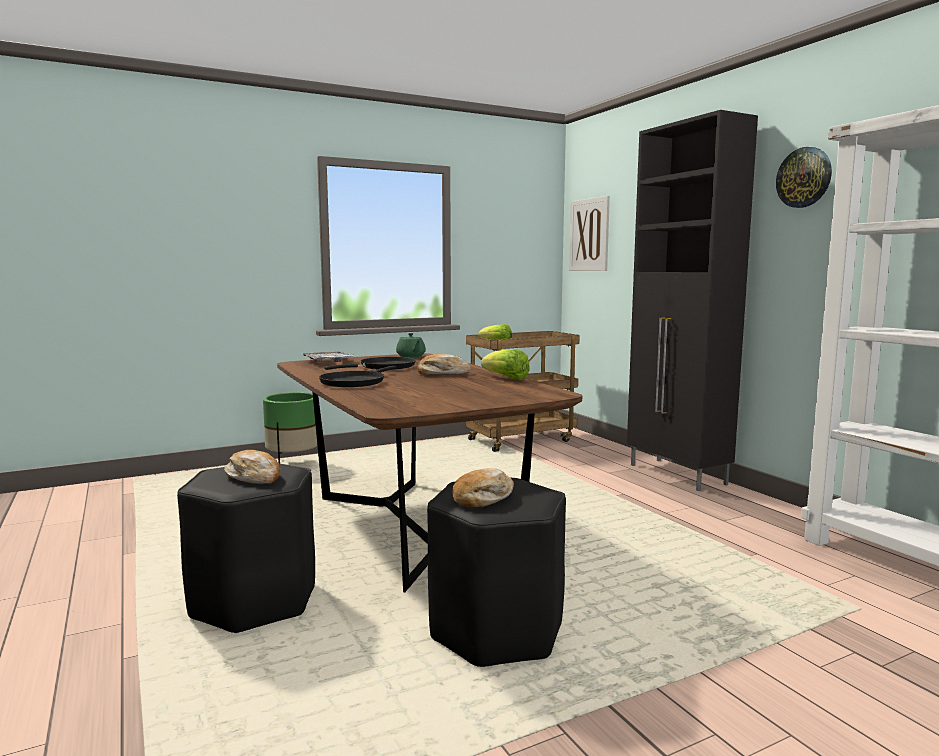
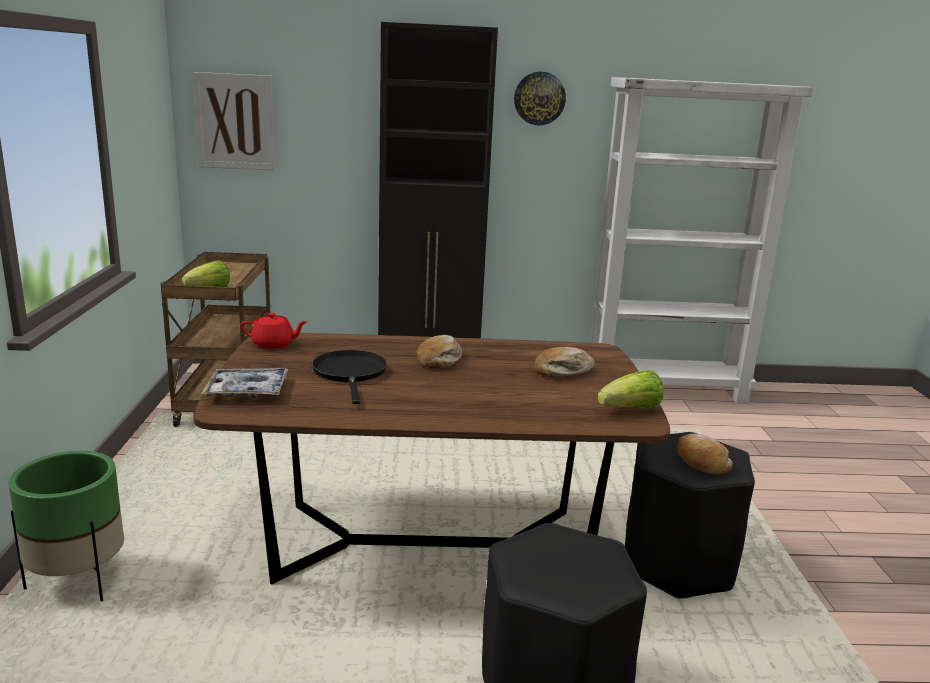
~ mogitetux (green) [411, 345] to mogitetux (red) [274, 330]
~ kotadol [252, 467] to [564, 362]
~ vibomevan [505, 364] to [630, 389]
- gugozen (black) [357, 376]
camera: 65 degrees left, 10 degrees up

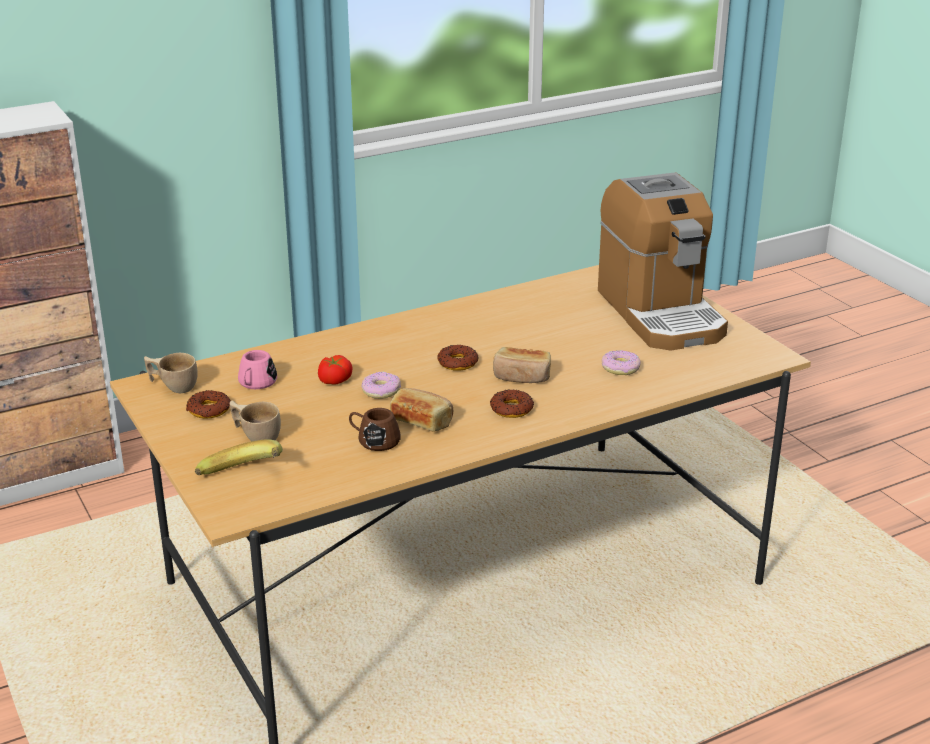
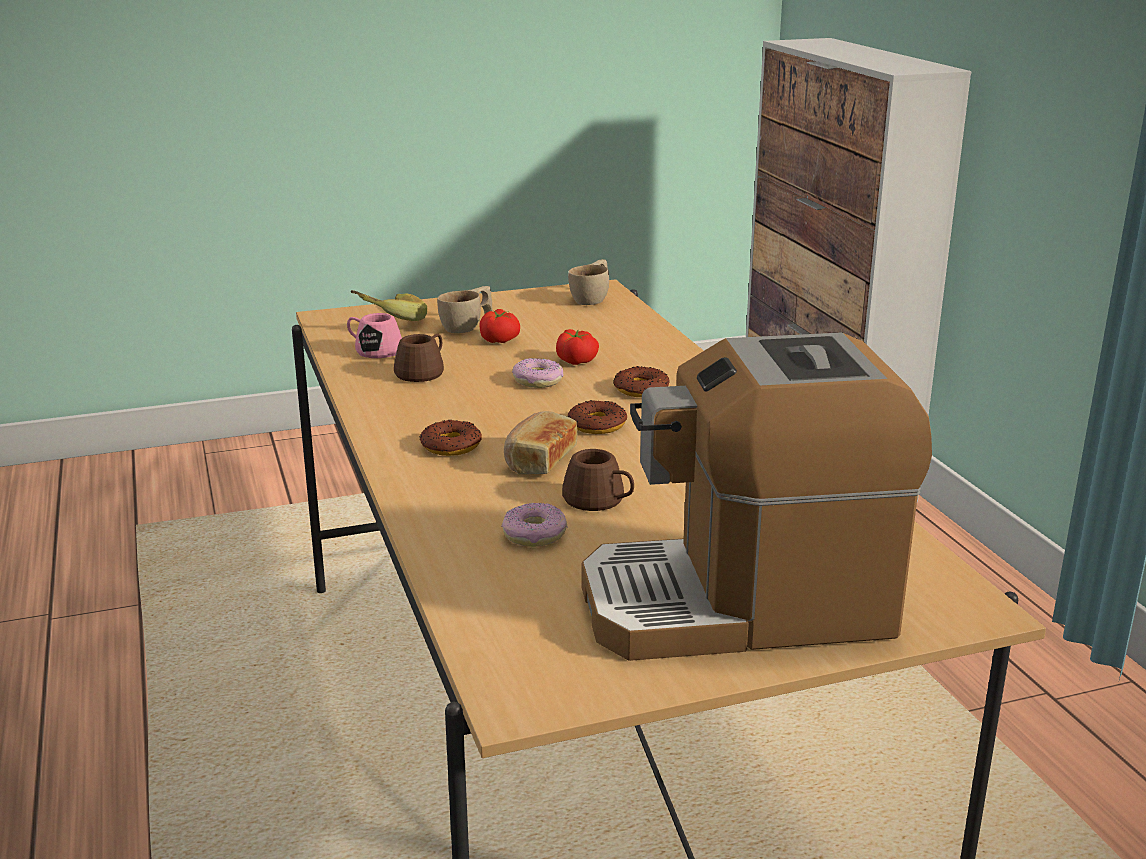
~ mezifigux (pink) [257, 369] to [374, 335]
+ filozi [499, 326]
+ mezifigux (brown) [598, 480]
~ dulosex [208, 404] to [641, 381]
- kotadol [421, 410]
camera: 100 degrees right, 5 degrees down

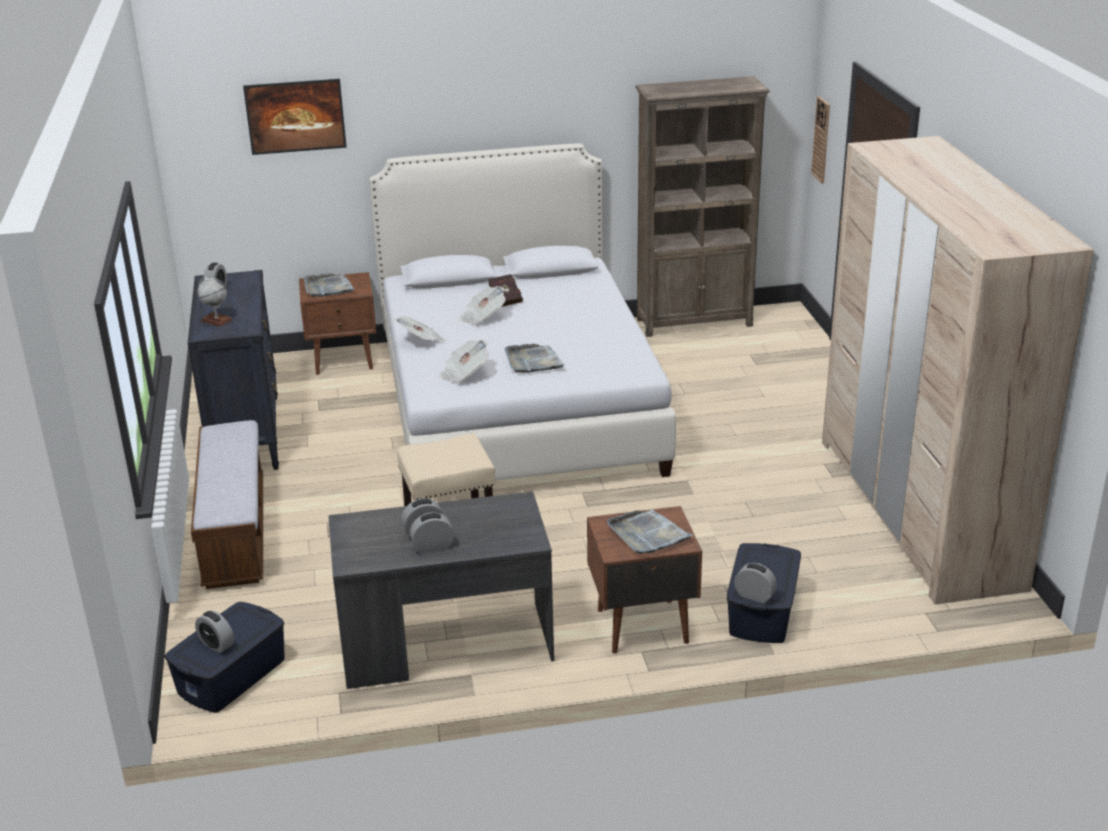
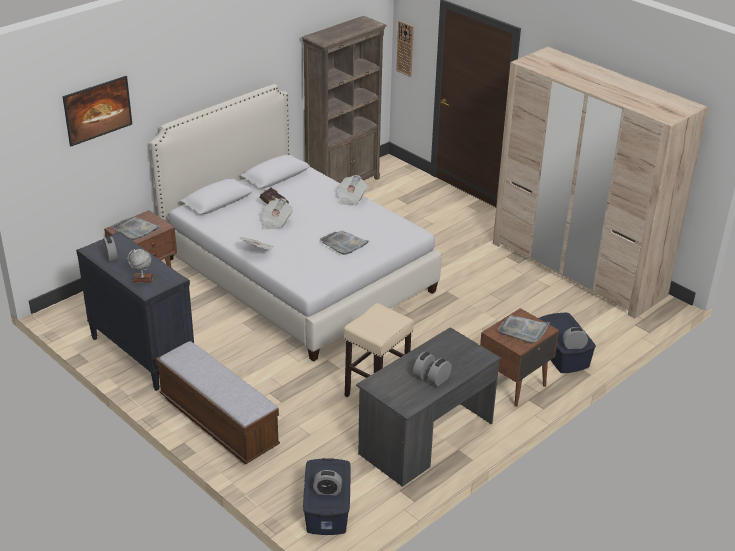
~ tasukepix [464, 361] to [352, 190]
camera: 35 degrees left, 5 degrees up

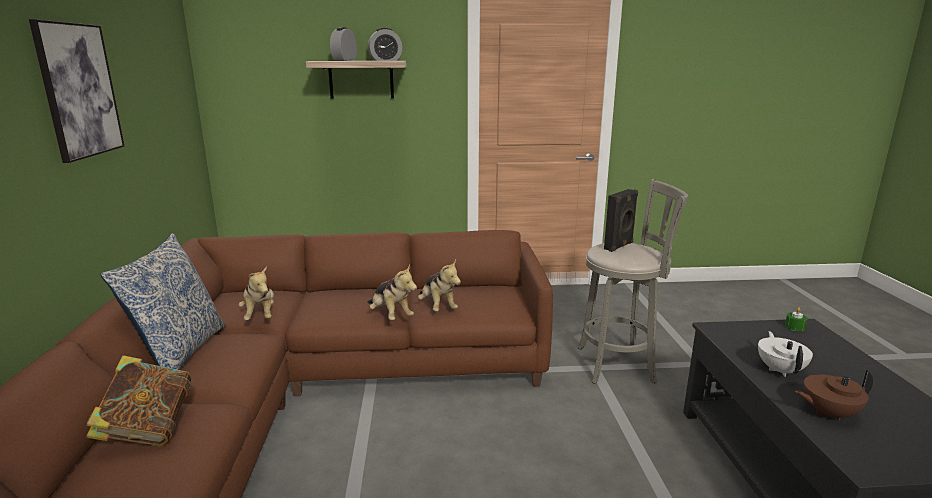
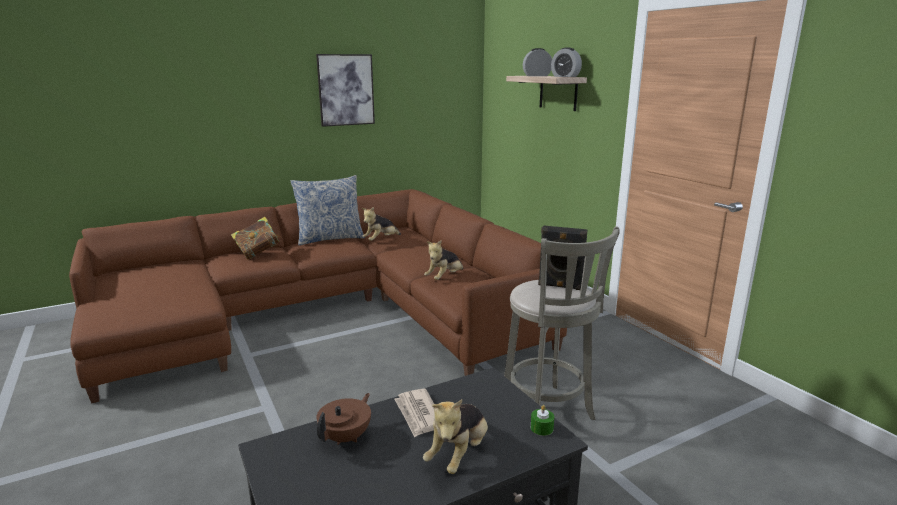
~ mogitetux (brown) [834, 395] = [343, 419] 60 degrees clockwise
~ mogitetux (white) [785, 354] to tasukepix [414, 413]
~ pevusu [392, 292] to [455, 436]
camera: 65 degrees right, 0 degrees up

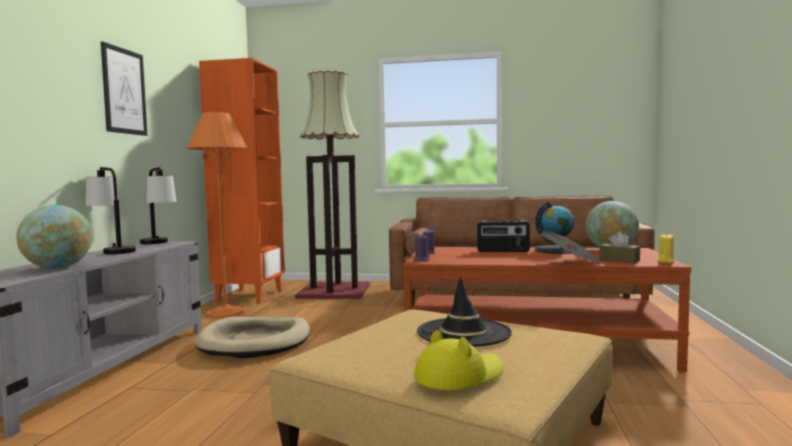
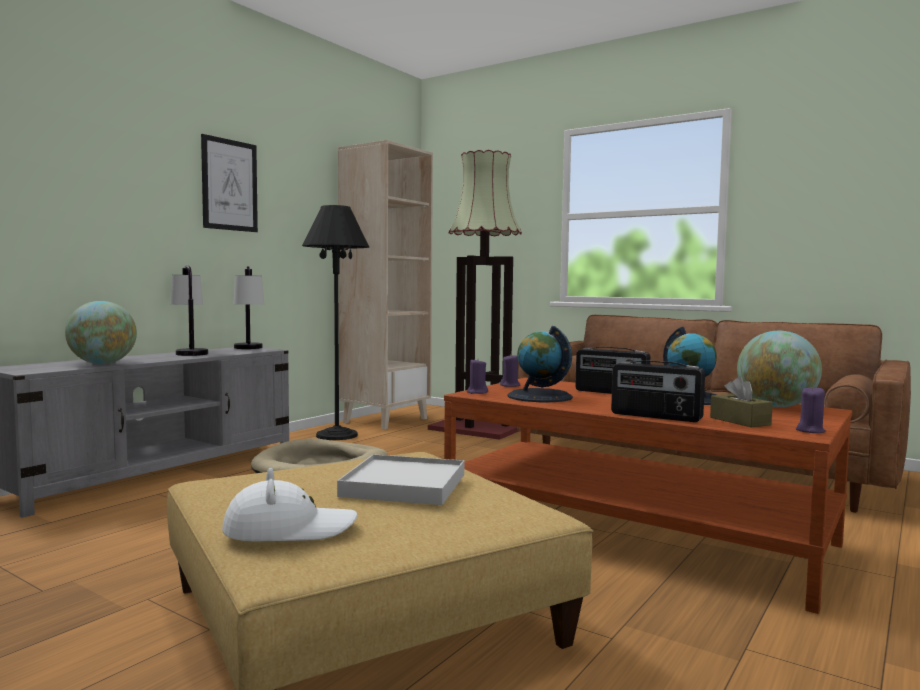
~ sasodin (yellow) [459, 360] to sasodin (white) [289, 504]
~ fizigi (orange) [217, 215] to fizigi (black) [335, 322]
~ sasodin (black) [464, 311] to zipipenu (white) [400, 479]
~ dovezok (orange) [242, 180] to dovezok (beige) [385, 285]
+ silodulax [540, 364]
~ tasukepix [572, 246] to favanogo [658, 391]
~ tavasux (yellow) [666, 248] to tavasux (purple) [811, 409]
camera: 25 degrees right, 0 degrees up

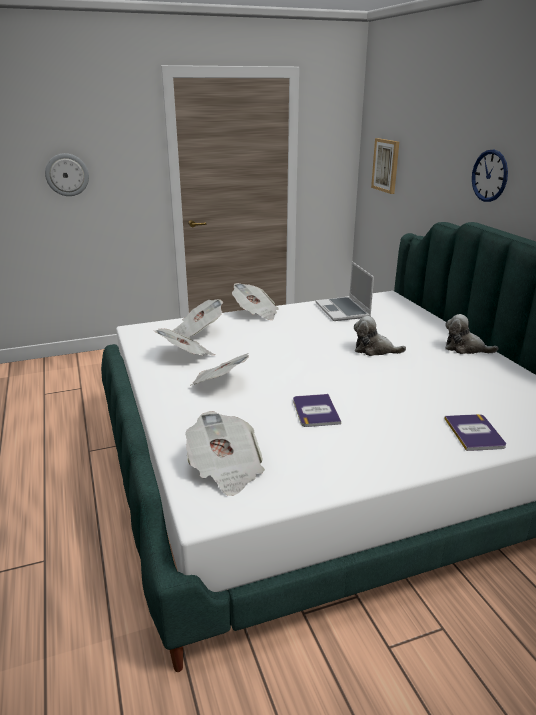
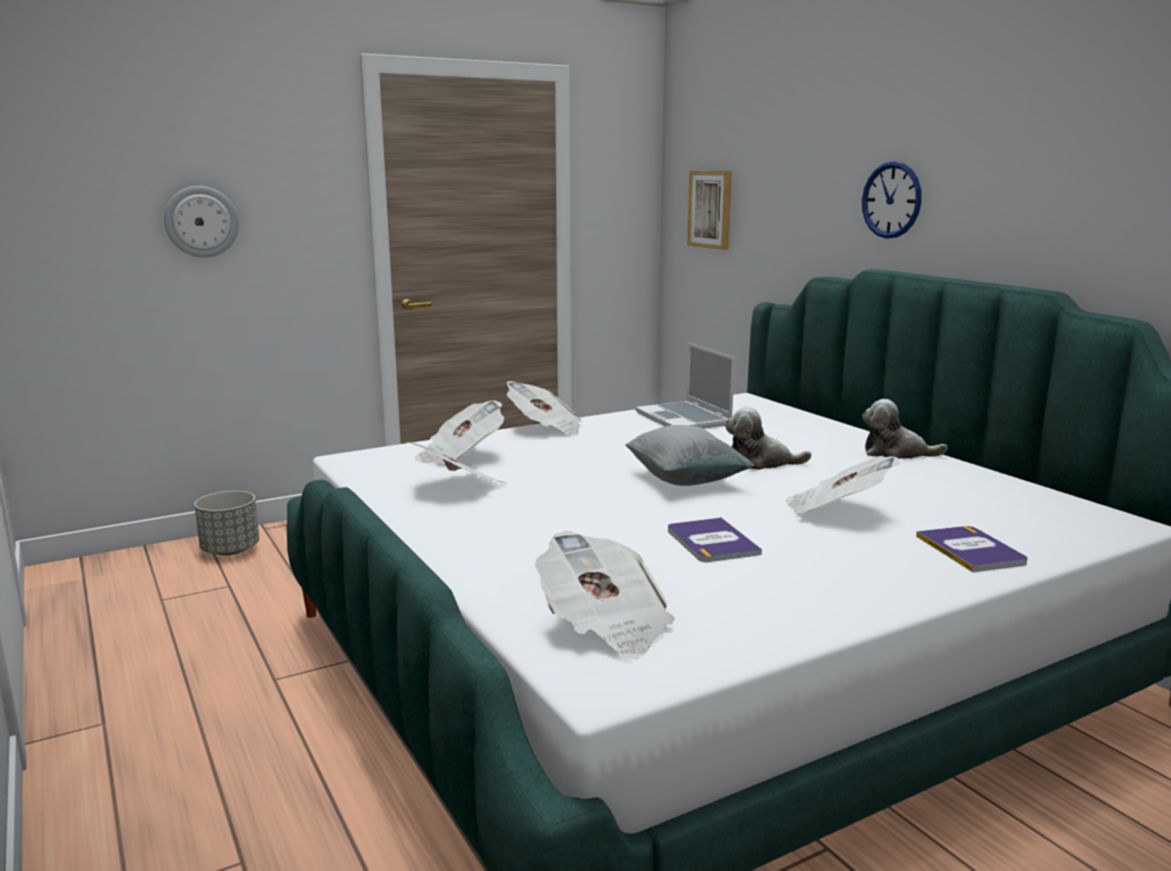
+ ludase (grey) [226, 523]
+ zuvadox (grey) [689, 455]
~ tasukepix [219, 369] to [842, 485]
camera: 10 degrees left, 10 degrees down

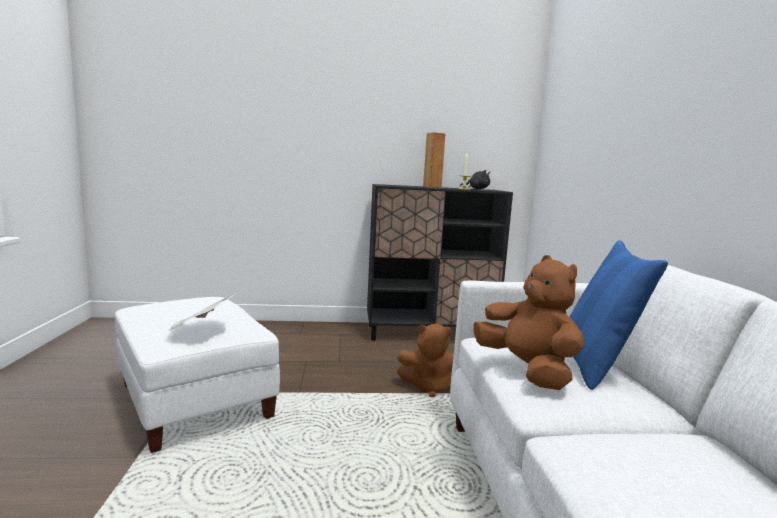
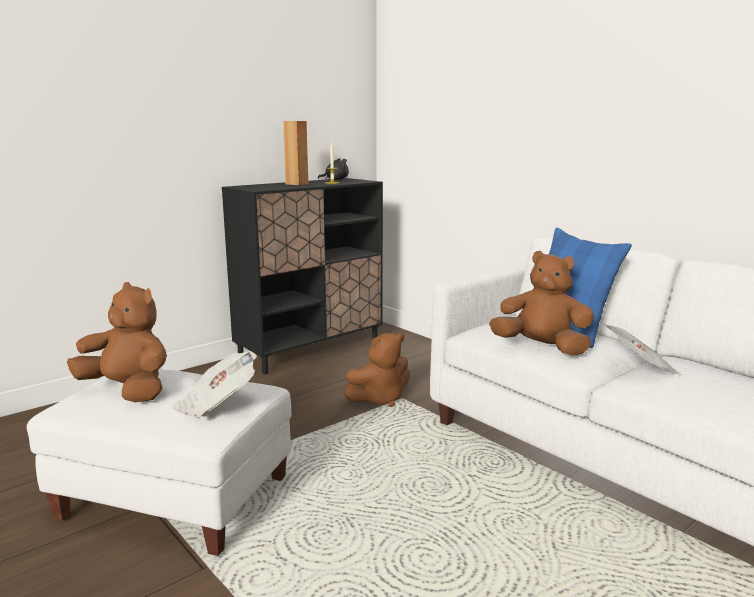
+ pevusu (brown) [117, 342]
+ tasukepix [643, 349]
camera: 35 degrees left, 5 degrees up

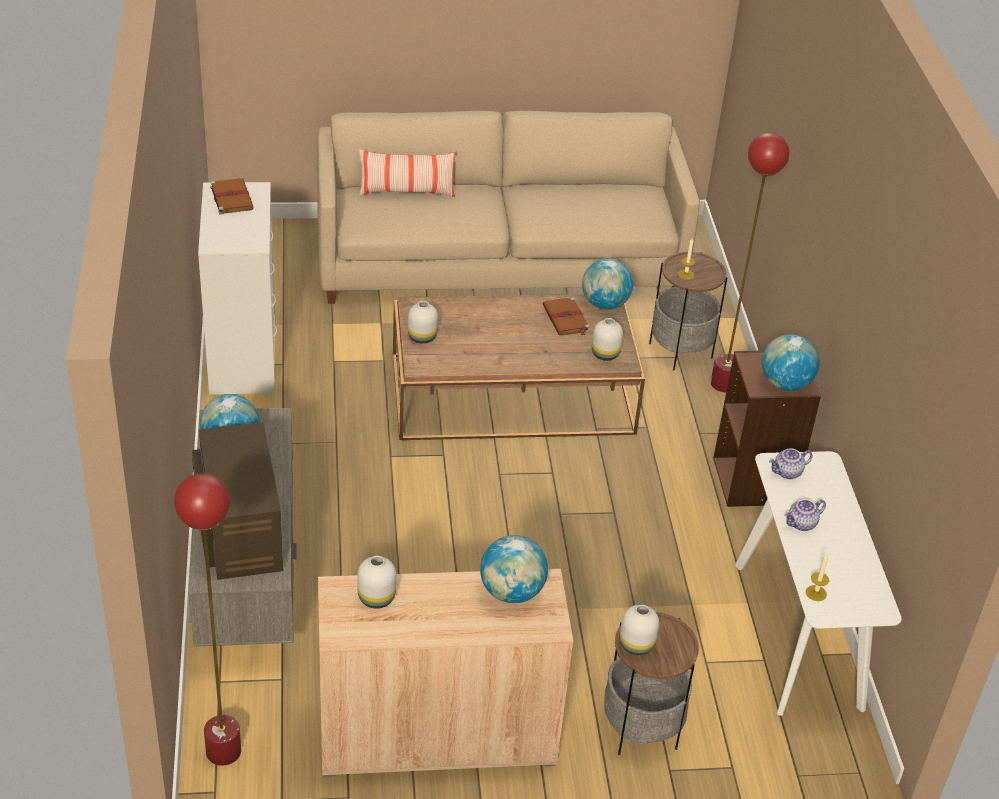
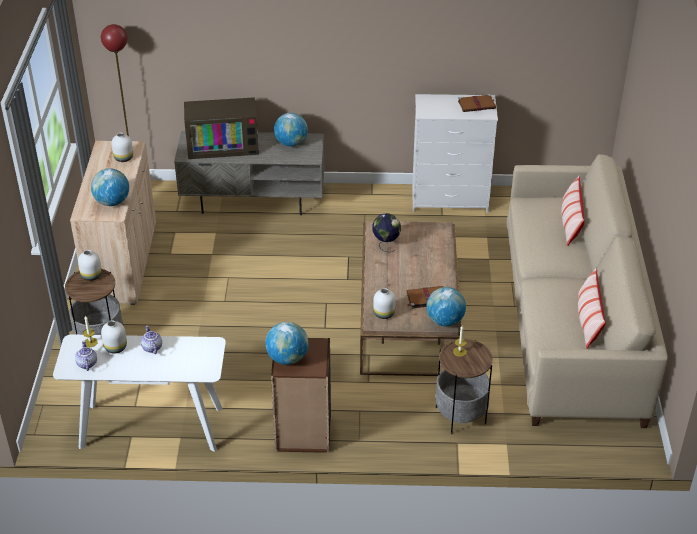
~ mogitetux [791, 463] to [86, 356]
~ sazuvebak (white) [423, 322] to [114, 337]
+ silodulax [386, 232]
+ zuvadox [592, 308]
- fizigi (red) [750, 262]
camera: 100 degrees right, 0 degrees up

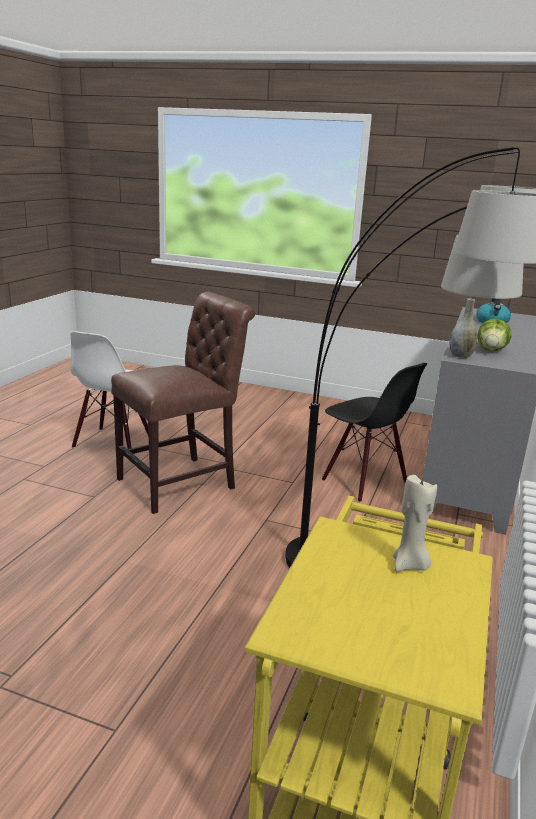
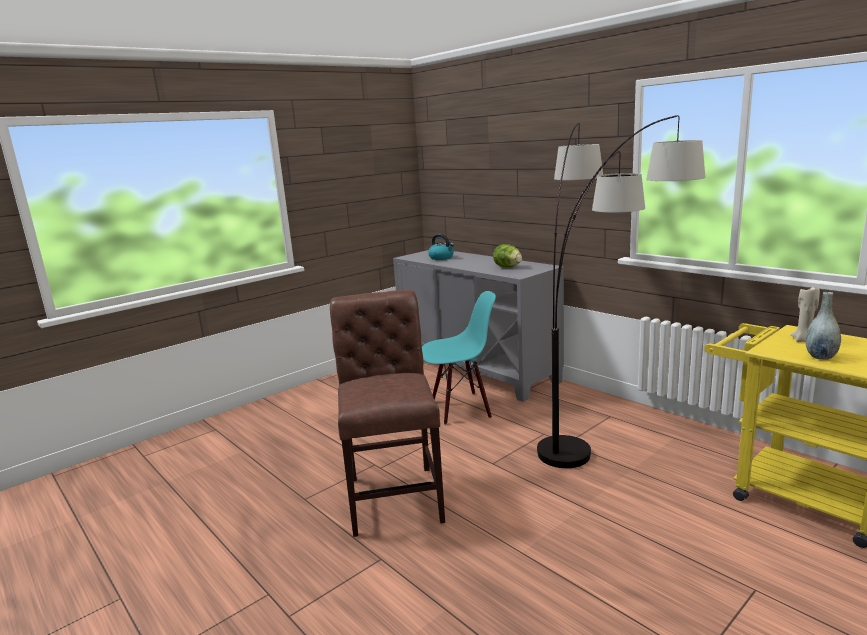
~ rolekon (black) [374, 432] to rolekon (turquoise) [459, 358]
~ sazuvebak (grey) [463, 328] to [823, 326]
- rolekon (white) [110, 390]
camera: 60 degrees left, 5 degrees down

